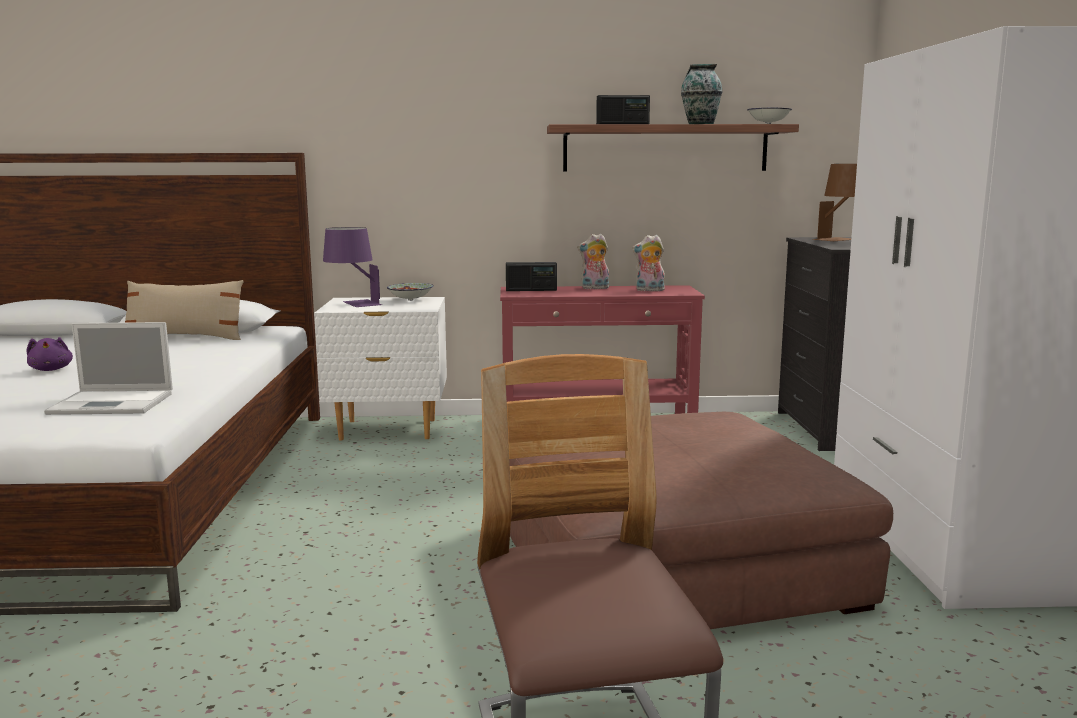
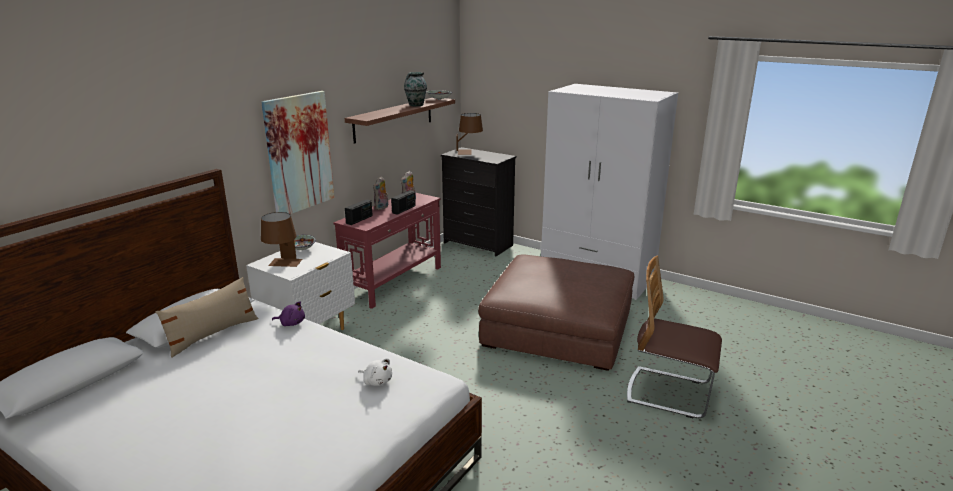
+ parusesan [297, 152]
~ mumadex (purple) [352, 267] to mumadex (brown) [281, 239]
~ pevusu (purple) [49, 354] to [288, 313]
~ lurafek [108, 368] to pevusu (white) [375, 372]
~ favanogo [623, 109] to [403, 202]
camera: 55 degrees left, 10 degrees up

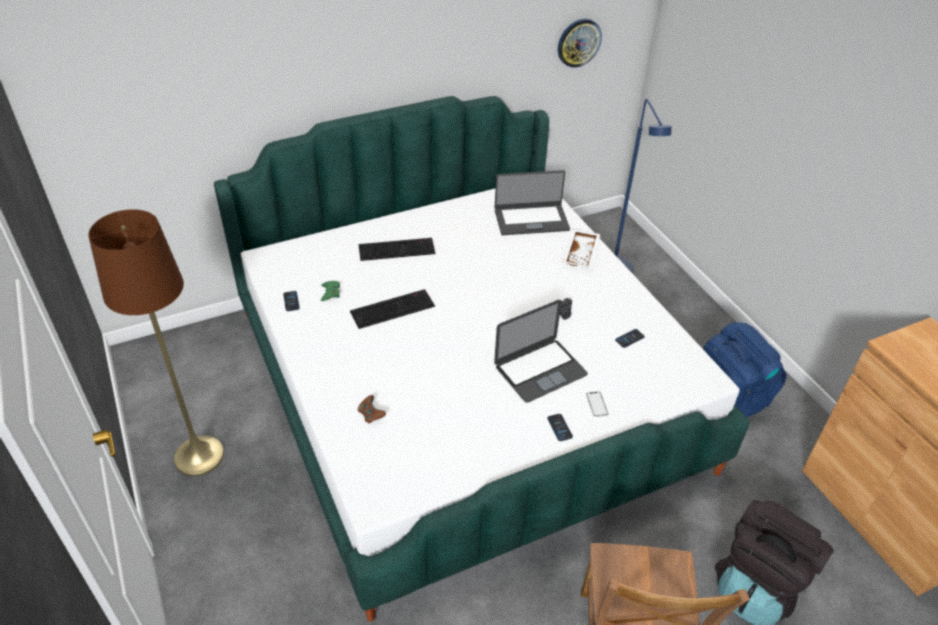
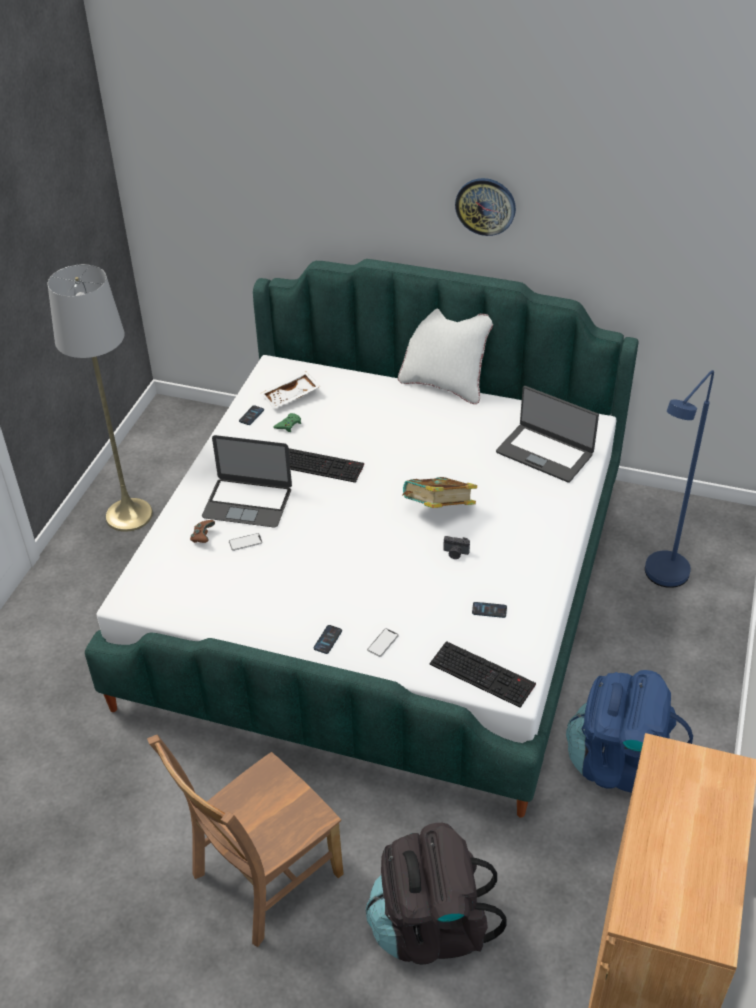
~ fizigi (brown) [156, 342] to fizigi (grey) [100, 398]
~ lurafek [541, 351] to [247, 481]
+ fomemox [246, 542]
~ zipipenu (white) [581, 248] to [290, 390]
+ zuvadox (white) [445, 356]
+ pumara [439, 492]
~ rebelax [397, 249] to [483, 674]
~ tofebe [580, 43] to [485, 207]
camera: 45 degrees right, 0 degrees up

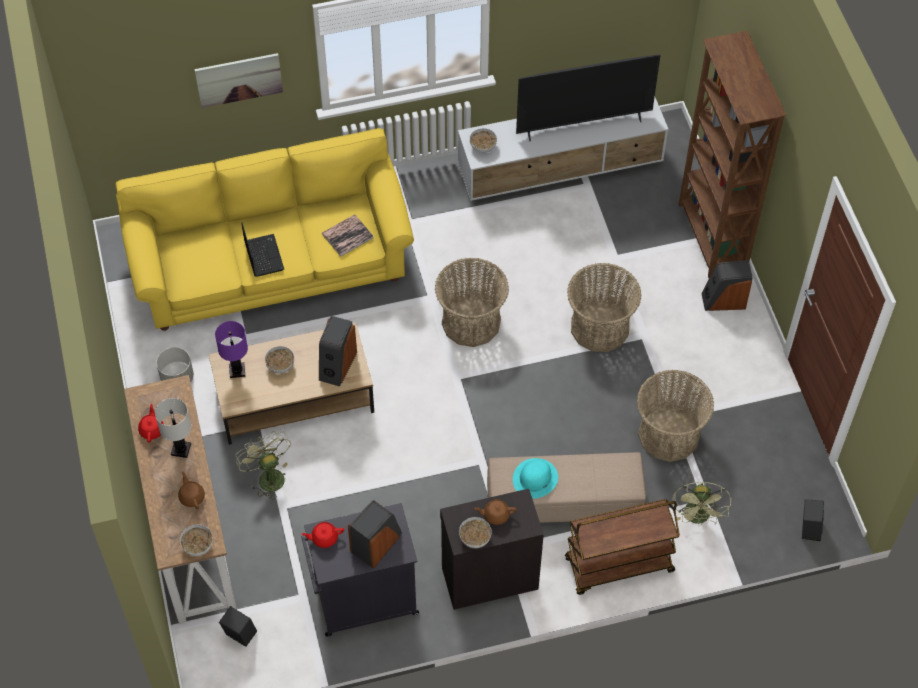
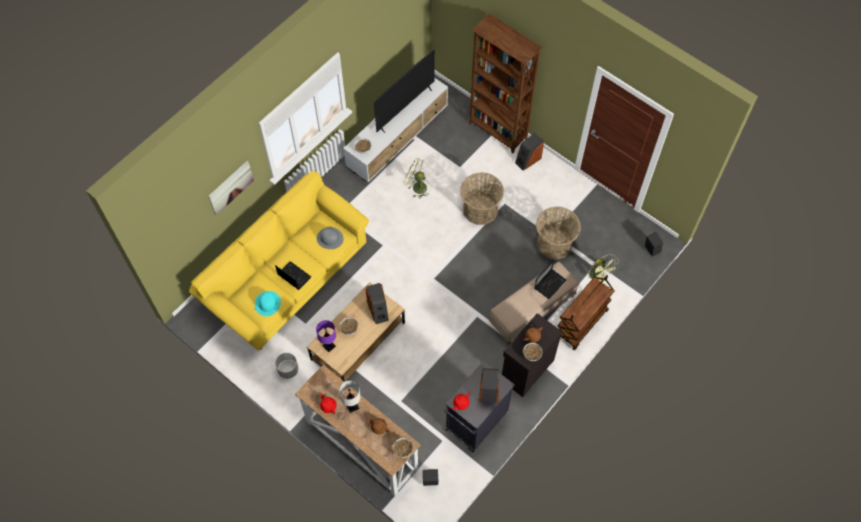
~ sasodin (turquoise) [535, 478] to [268, 303]
~ pumara [348, 235] to sasodin (grey) [330, 238]
~ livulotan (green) [263, 465] to [416, 178]
+ lurafek [550, 279]
- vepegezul [472, 302]
camera: 35 degrees left, 5 degrees up

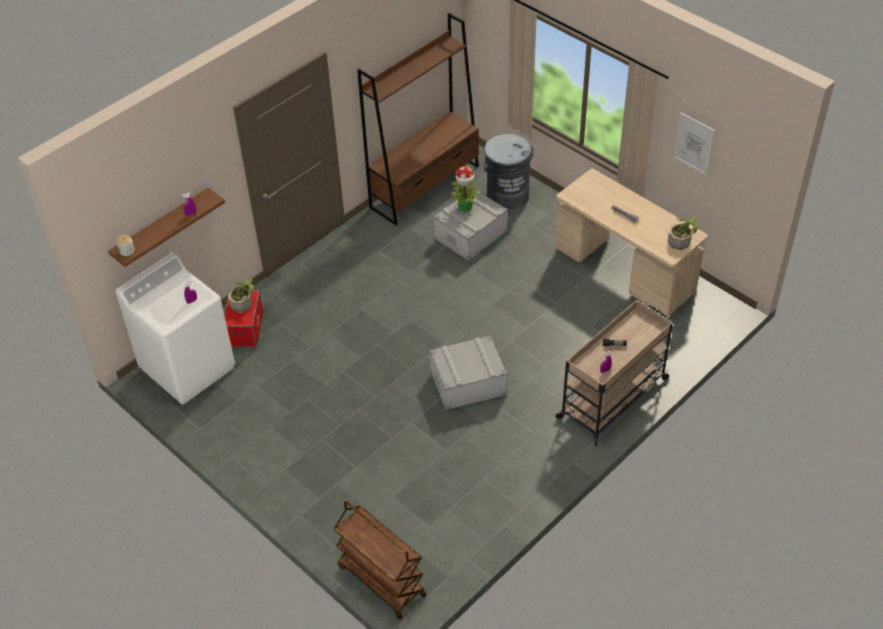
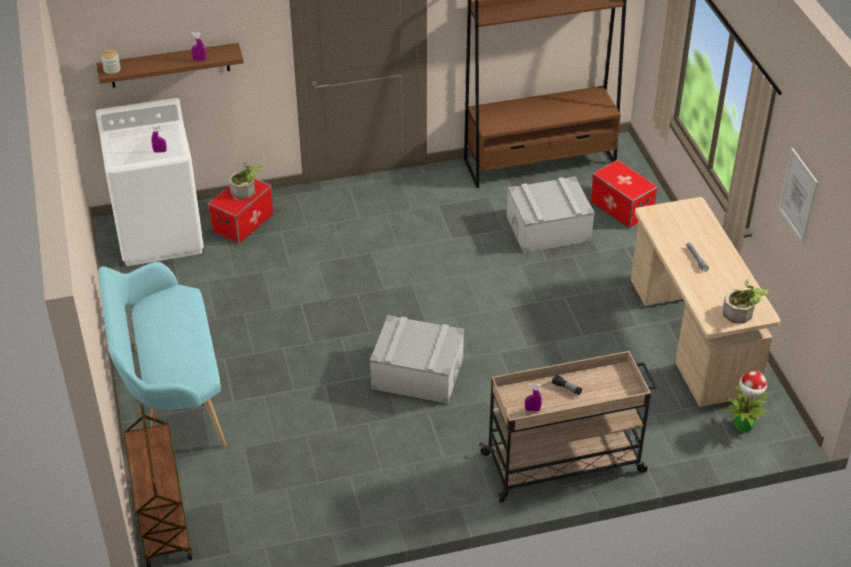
+ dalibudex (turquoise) [162, 354]
~ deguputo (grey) [509, 173] to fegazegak [624, 194]
~ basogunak [464, 189] to [748, 401]
camera: 30 degrees right, 5 degrees down

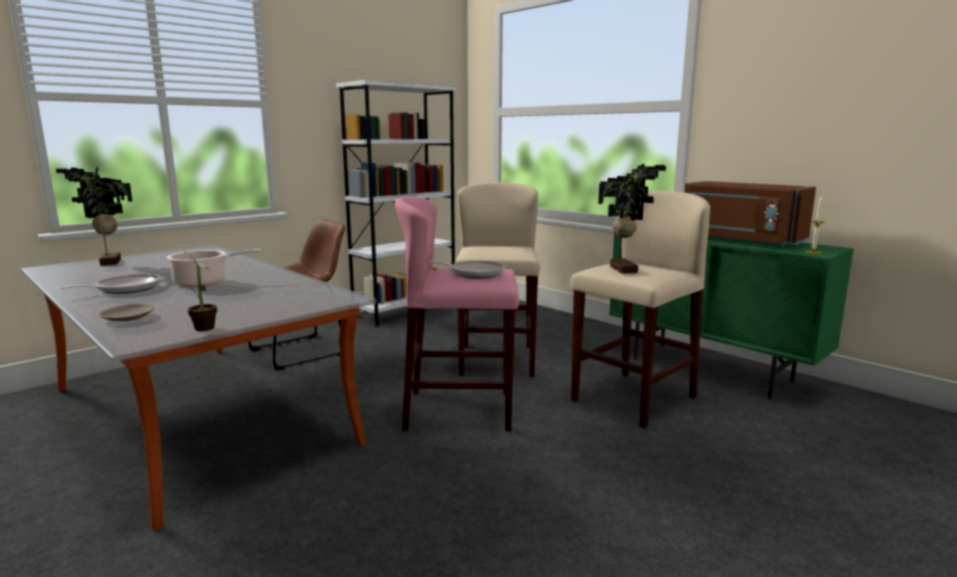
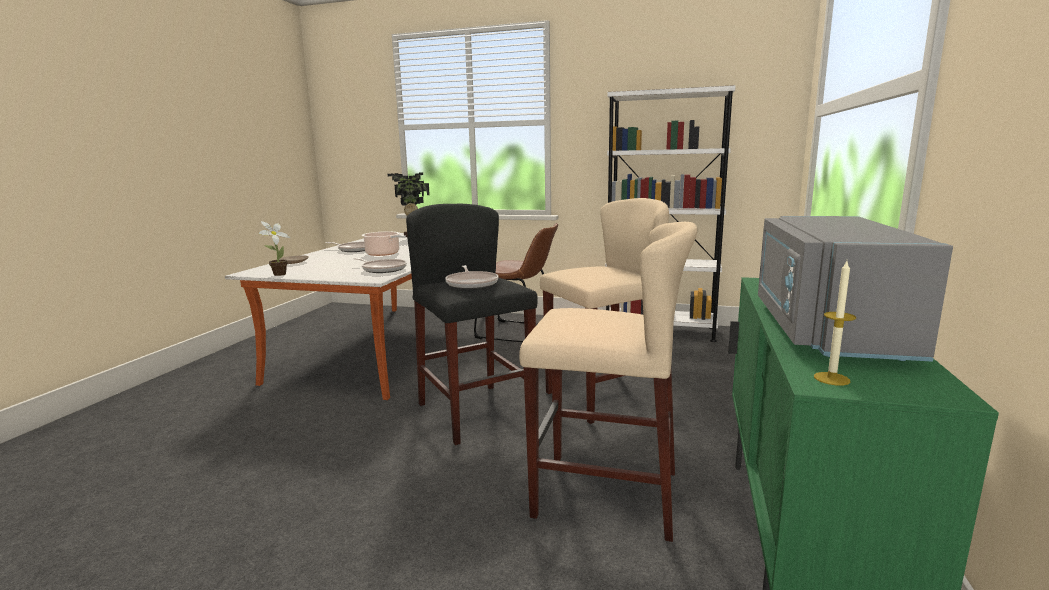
+ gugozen [380, 265]
~ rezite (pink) [457, 313] to rezite (black) [472, 324]
~ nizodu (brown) [750, 214] to nizodu (grey) [855, 289]
- basogunak [632, 219]
camera: 60 degrees right, 0 degrees up

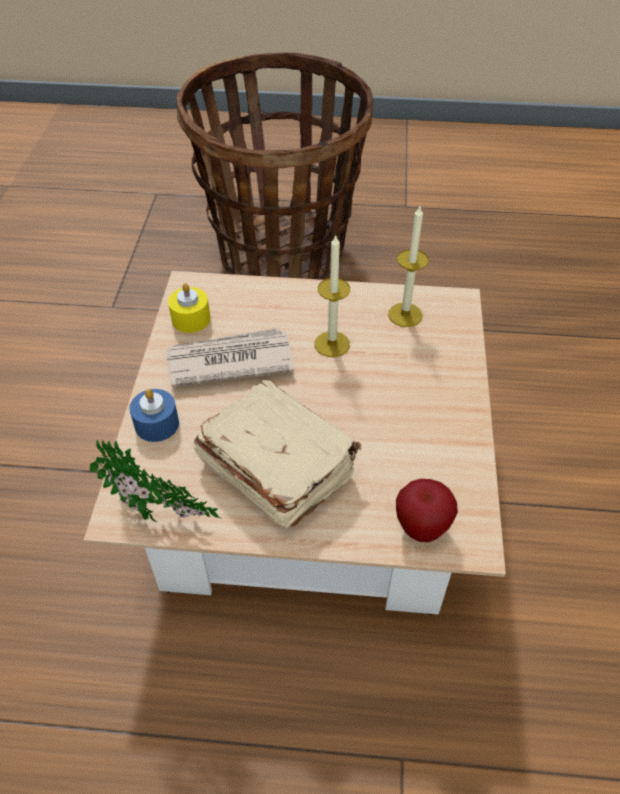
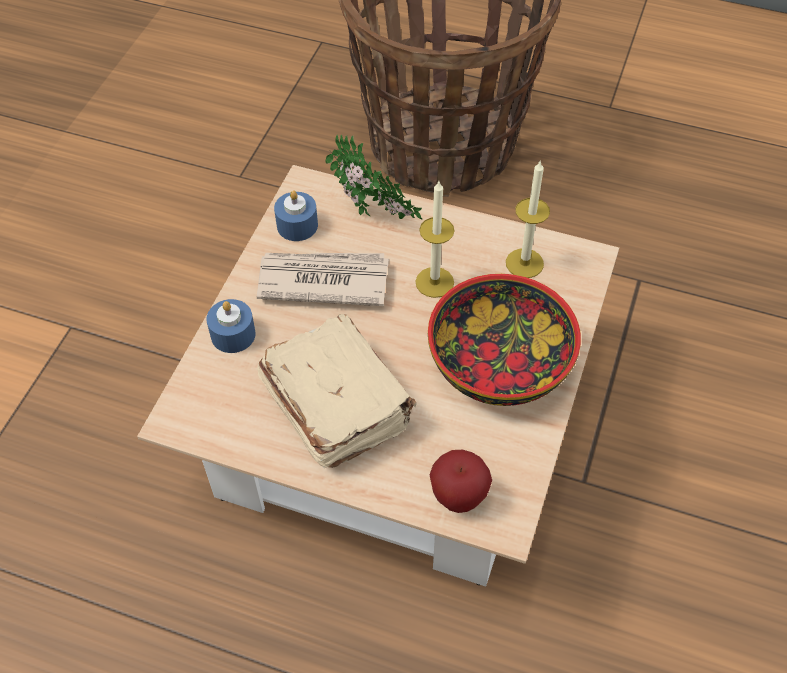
~ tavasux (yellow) [189, 308] to tavasux (blue) [296, 215]
~ basogunak [155, 481] to [374, 177]
+ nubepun [504, 340]
camera: 15 degrees right, 5 degrees up

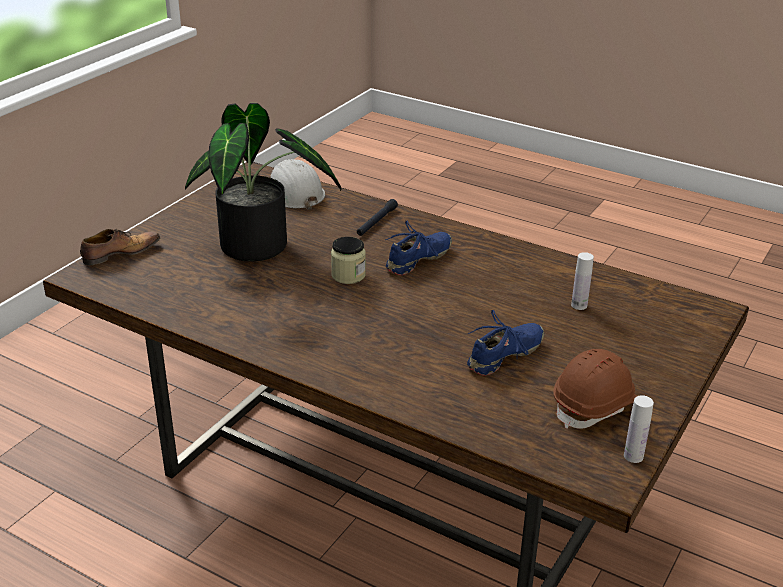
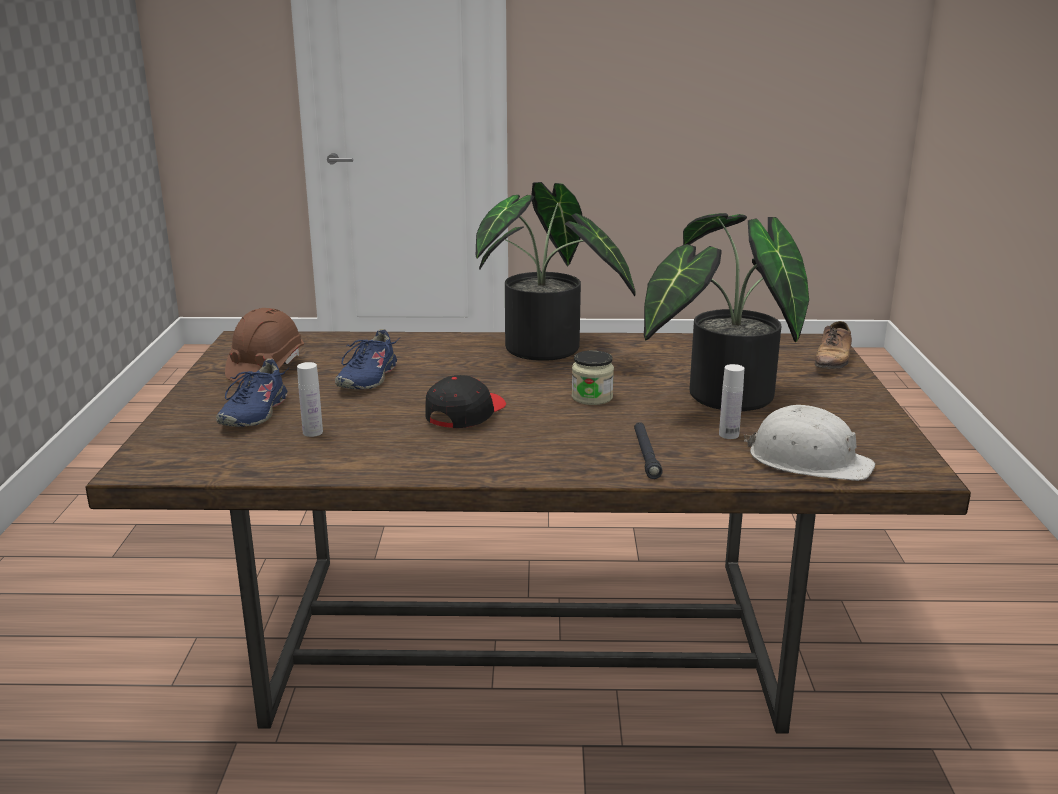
~ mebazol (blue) [418, 248] to [252, 393]
+ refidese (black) [465, 401]
+ basogunak [556, 271]
~ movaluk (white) [639, 429] to [731, 401]
camera: 150 degrees right, 10 degrees down

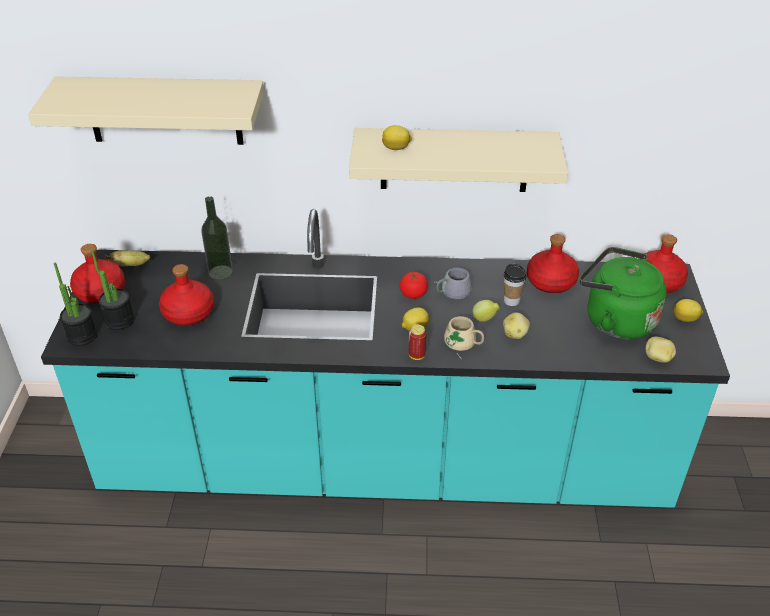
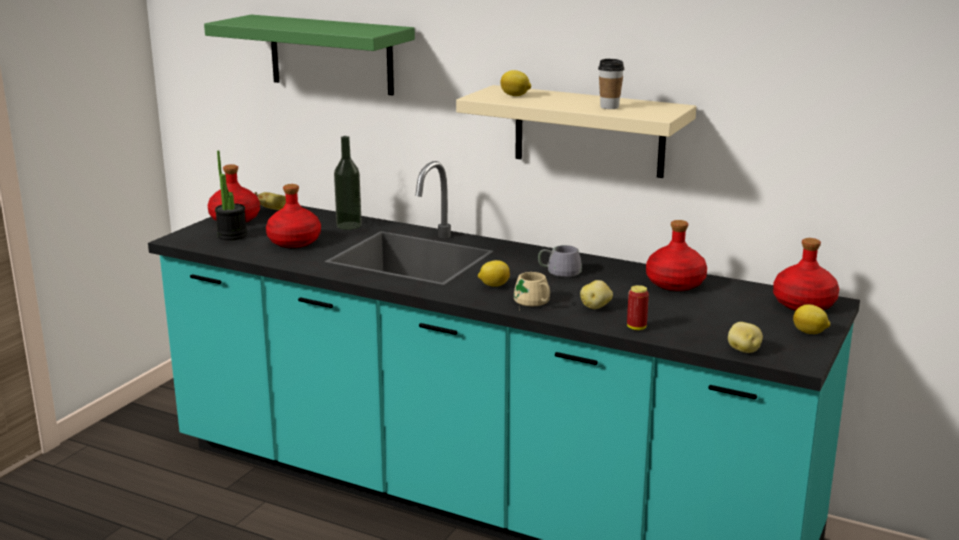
~ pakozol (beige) [146, 110] to pakozol (green) [309, 55]
~ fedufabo [515, 285] to [611, 84]
~ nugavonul [417, 342] to [638, 307]
- basogunak [76, 304]
- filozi [414, 285]
- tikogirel [486, 311]
- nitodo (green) [623, 293]
camera: 25 degrees right, 20 degrees down

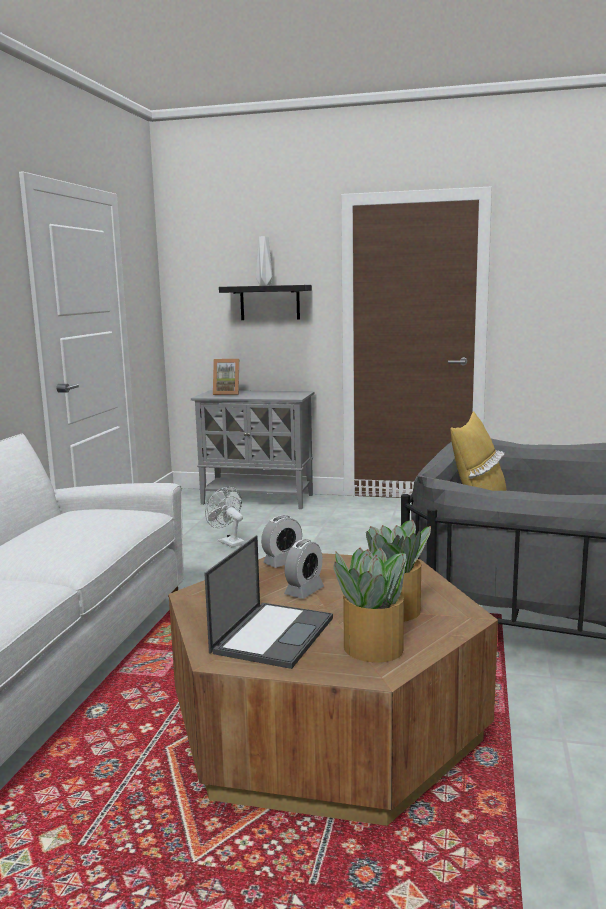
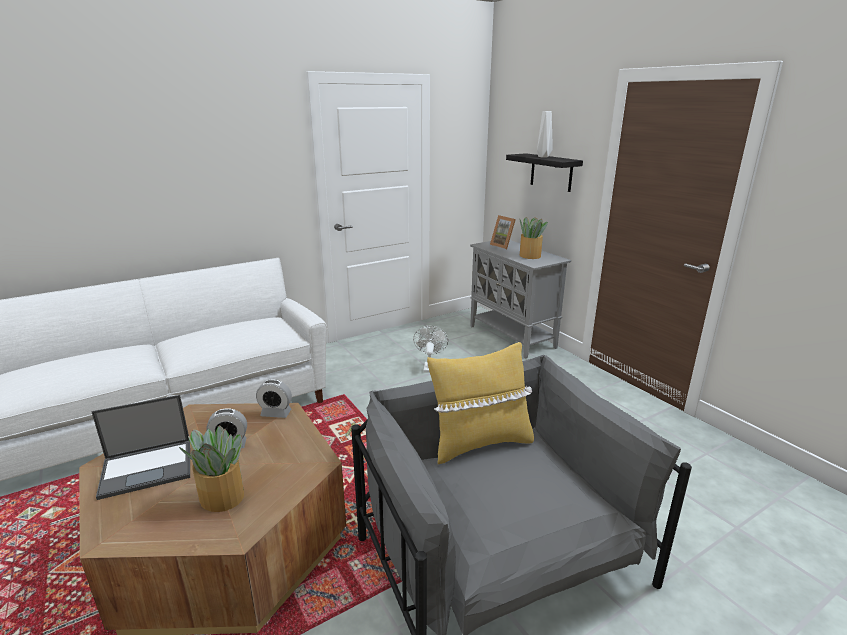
~ basogunak [370, 605] to [533, 238]
camera: 45 degrees right, 10 degrees up

